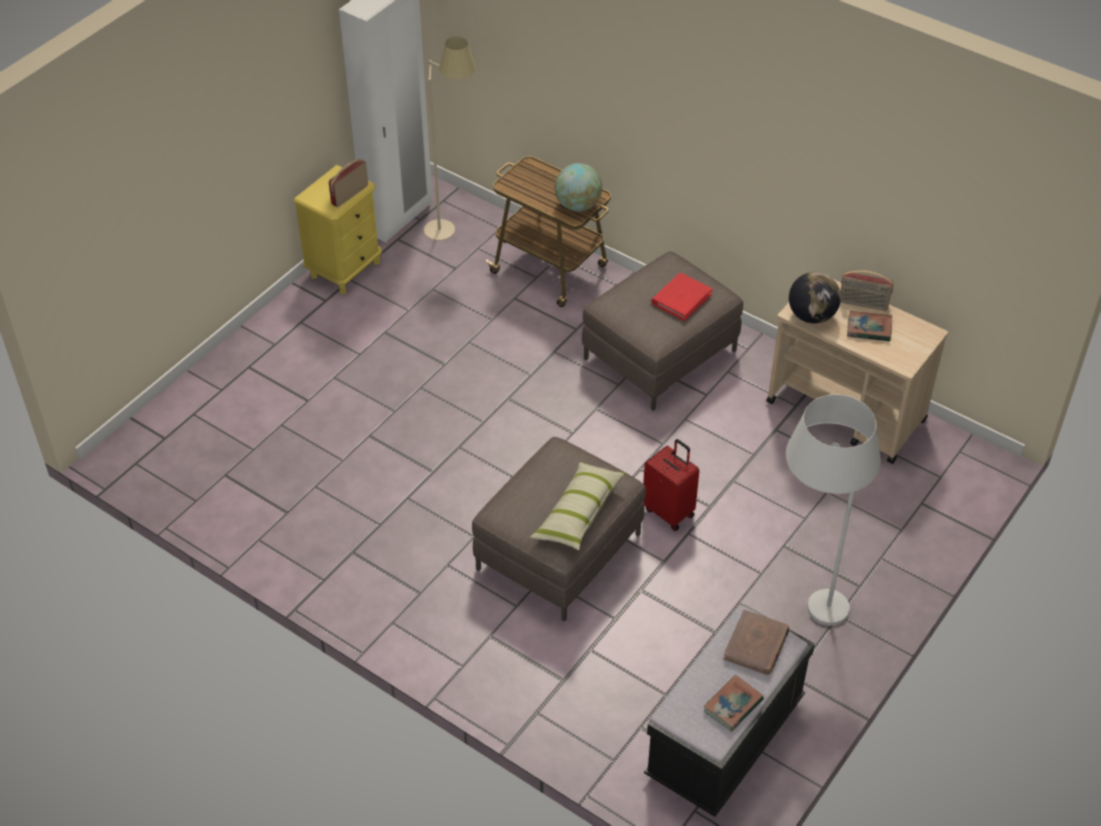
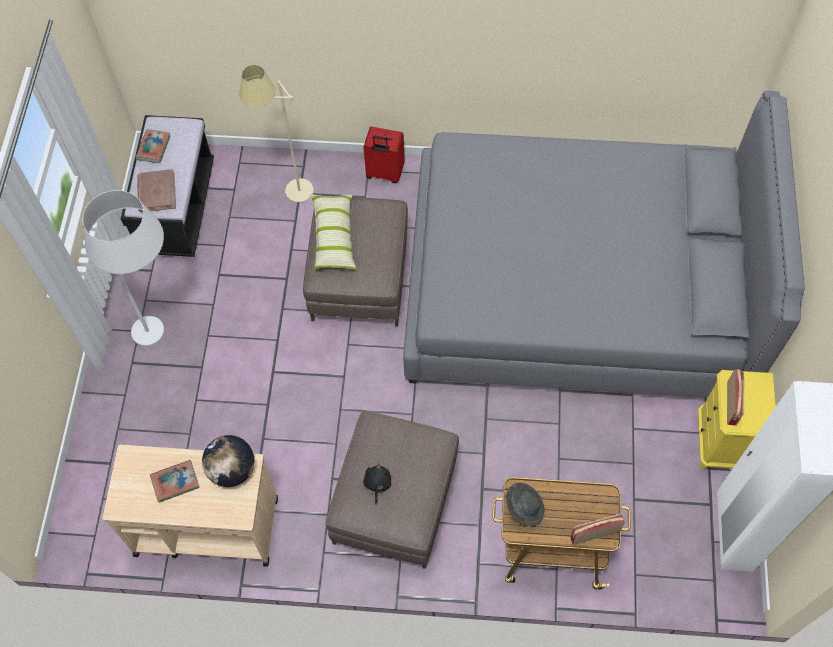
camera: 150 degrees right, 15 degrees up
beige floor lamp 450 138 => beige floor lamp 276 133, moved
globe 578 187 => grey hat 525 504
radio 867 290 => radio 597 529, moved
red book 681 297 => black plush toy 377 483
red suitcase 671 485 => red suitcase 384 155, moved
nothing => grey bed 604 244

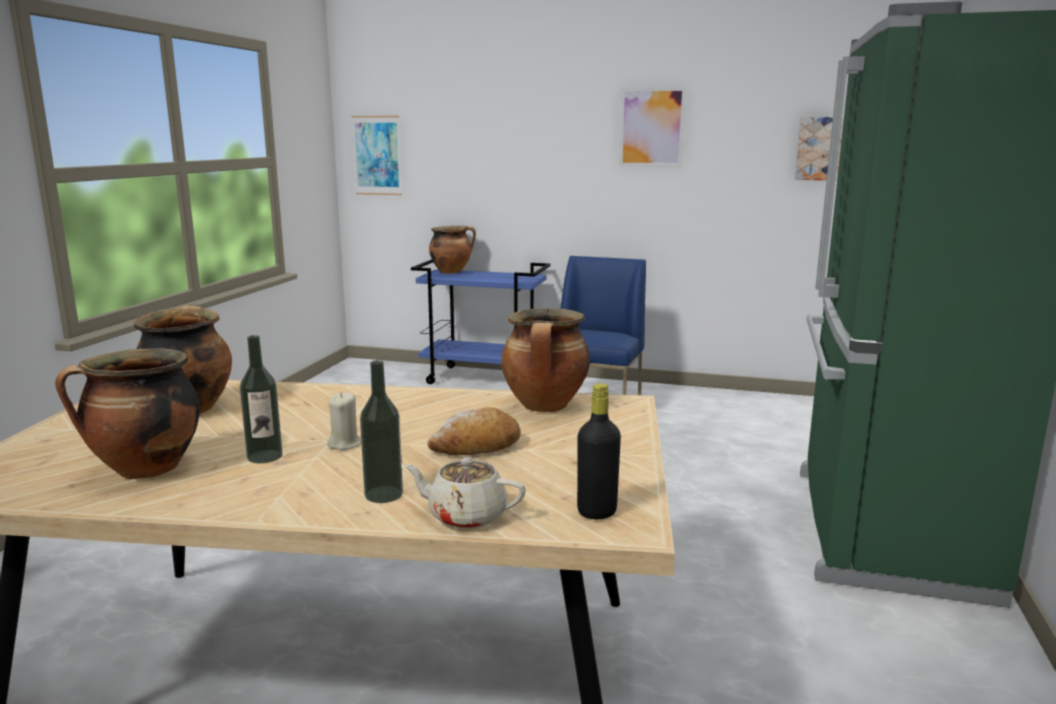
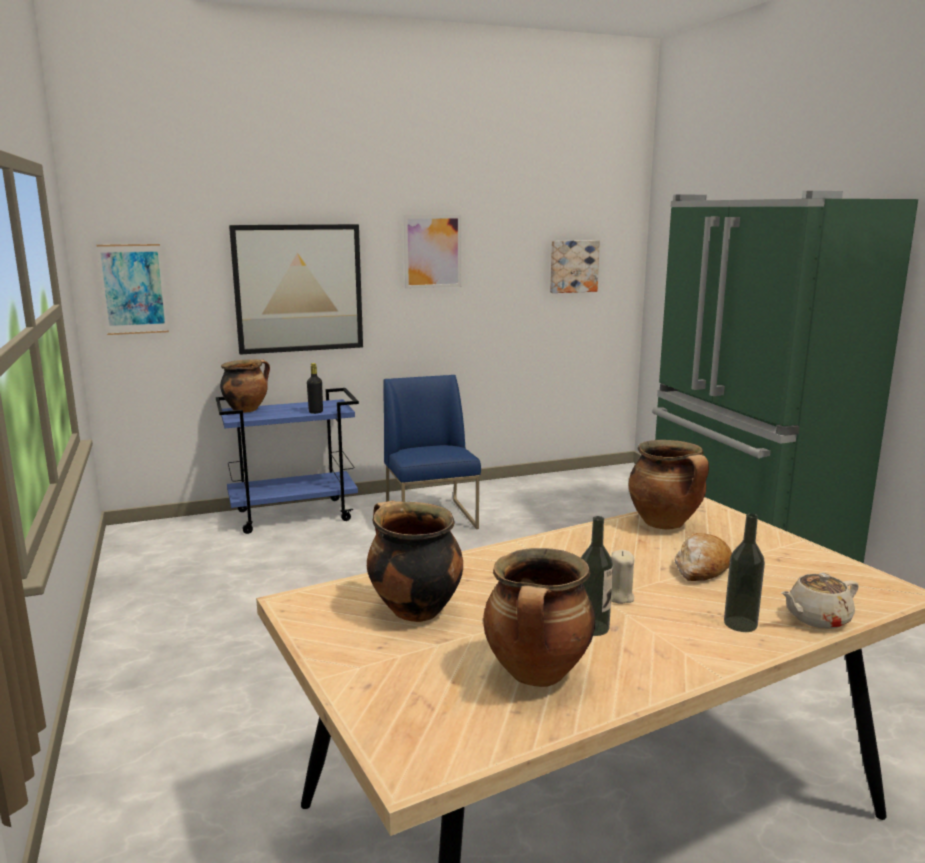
camera: 35 degrees left, 0 degrees up
black bottle 599 451 => black bottle 315 388, moved
nothing => picture 296 289

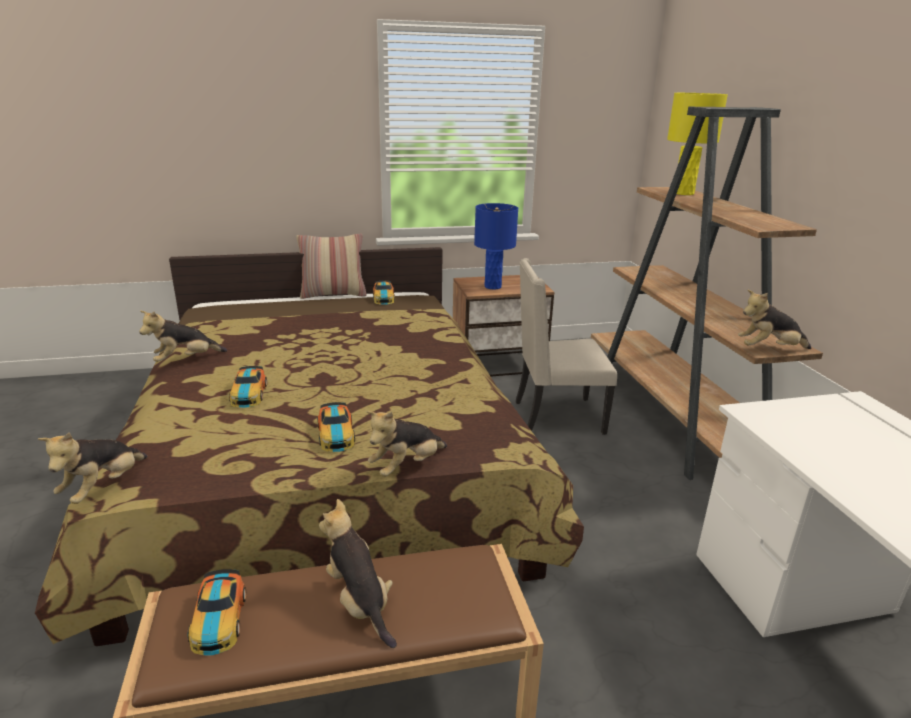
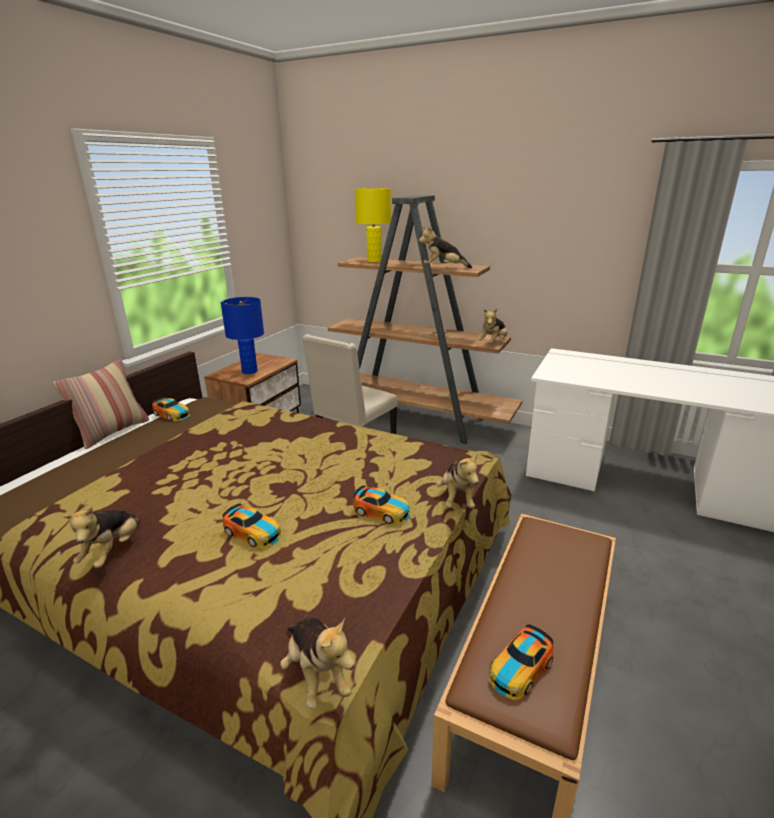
camera: 50 degrees left, 0 degrees up
plush toy 358 573 => plush toy 445 247, moved
toy car 216 612 => toy car 521 662, 105 degrees clockwise

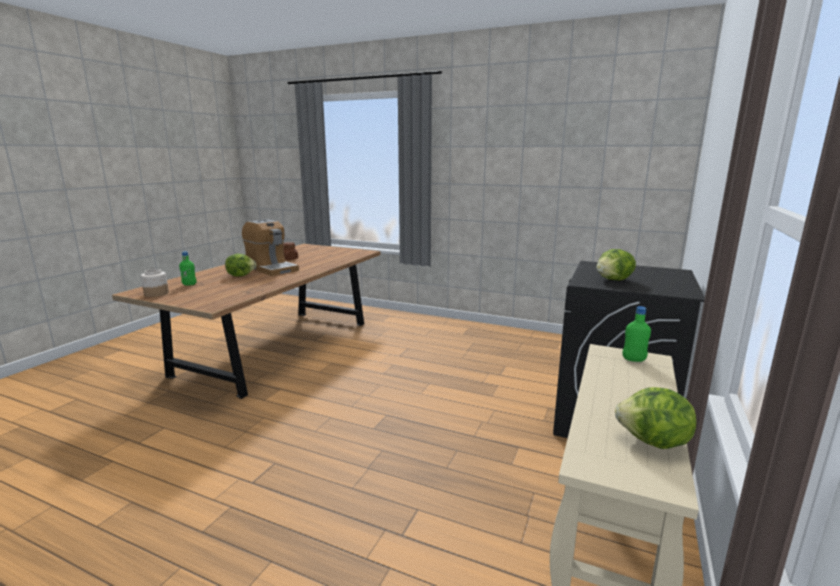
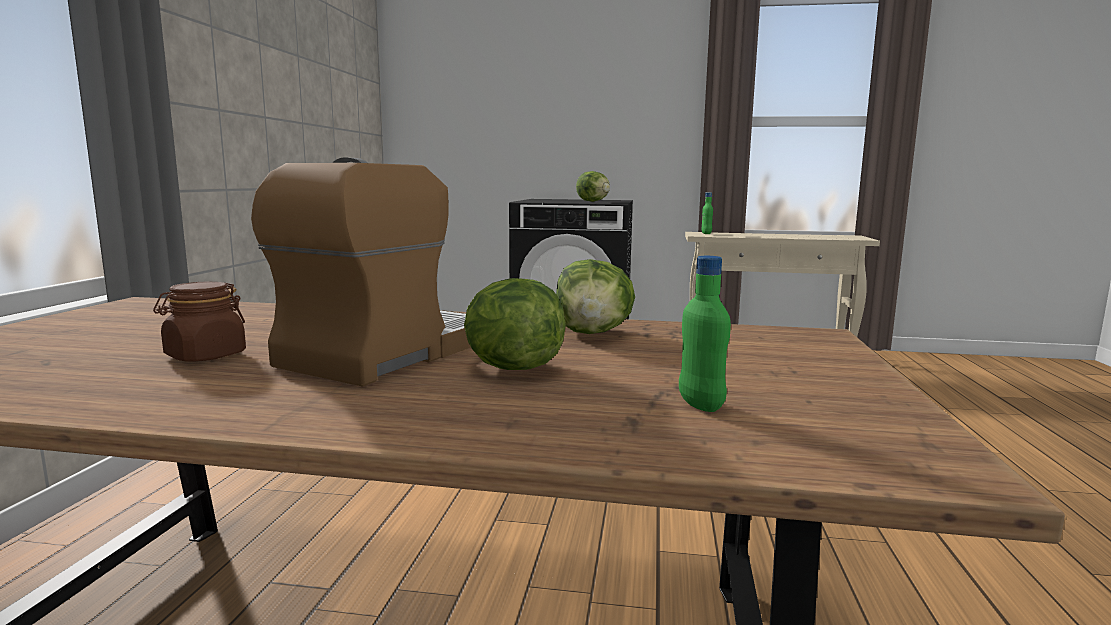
camera: 105 degrees left, 5 degrees down
jar 155 283 => nothing
lettuce 656 418 => lettuce 595 296, moved

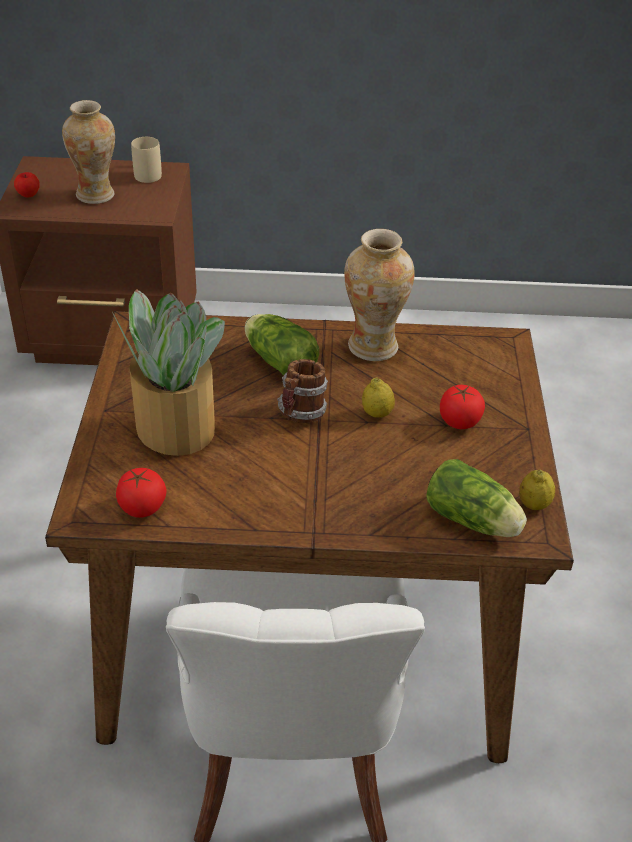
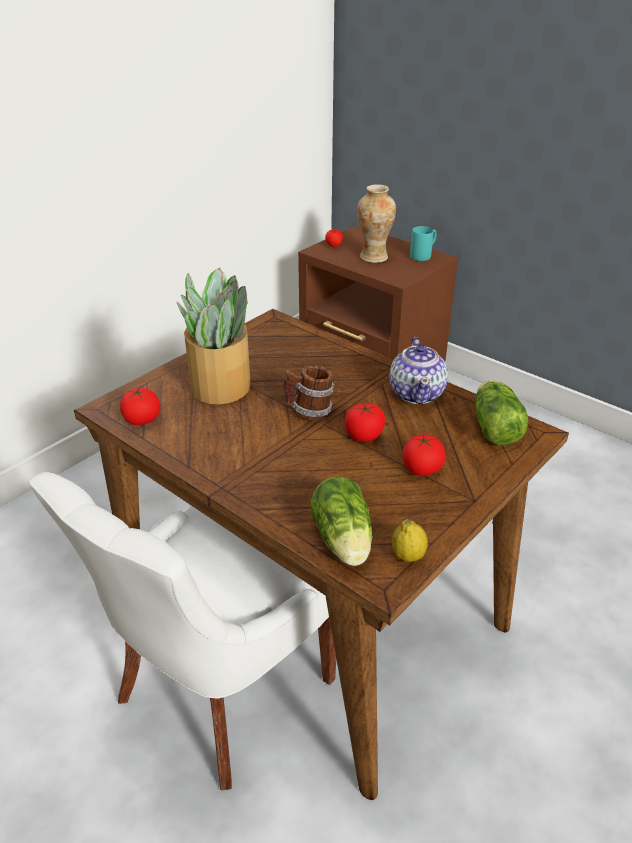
camera: 40 degrees right, 5 degrees down
beige mug 146 160 => turquoise mug 423 243
vase 379 295 => teapot 418 370
lettuce 282 345 => lettuce 502 413, moved
lemon 378 397 => tomato 365 422

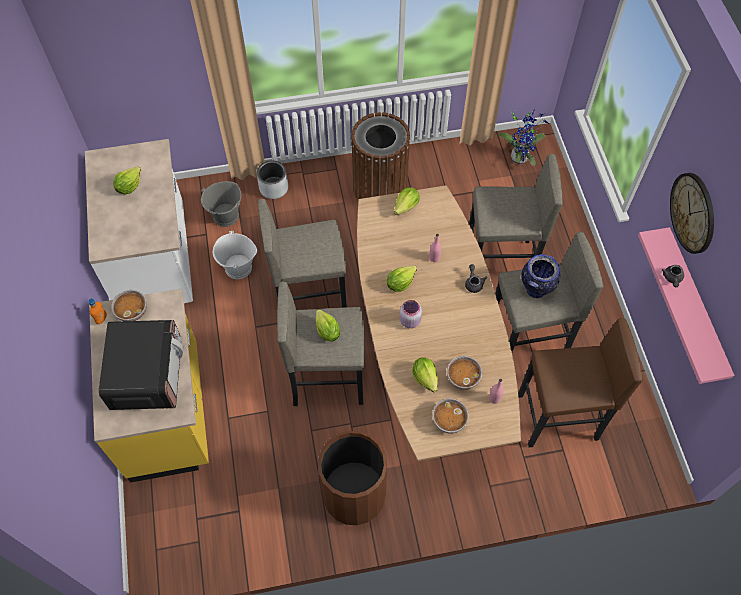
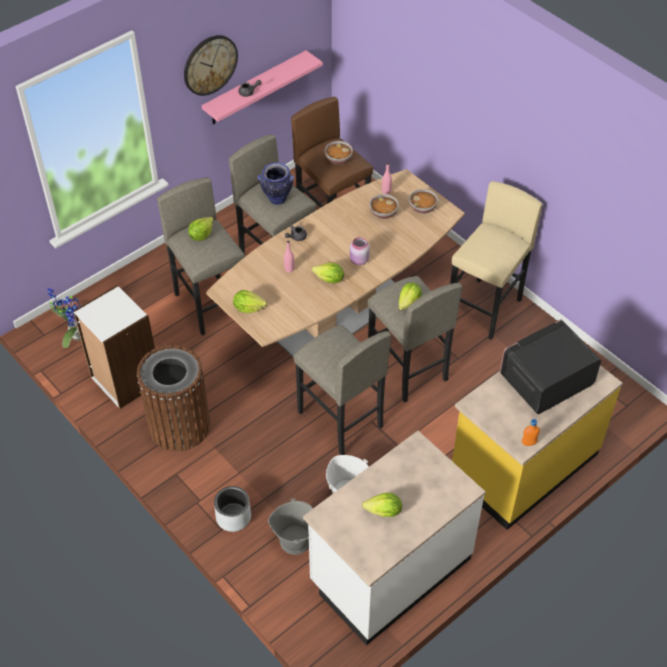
camera: 120 degrees left, 10 degrees down
bowl 129 305 => bowl 339 152, moved
lettuce 425 374 => lettuce 201 229, moved
brown trash can 352 478 => beige stool 496 260
nothing => white bookcase 114 347

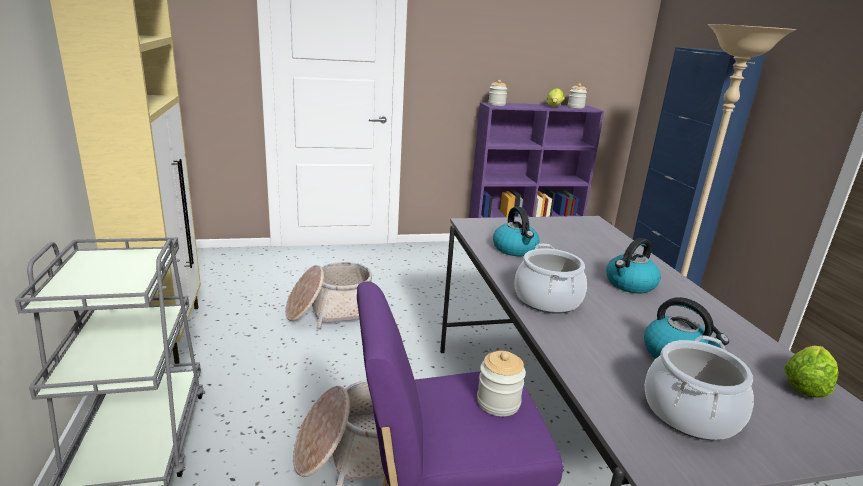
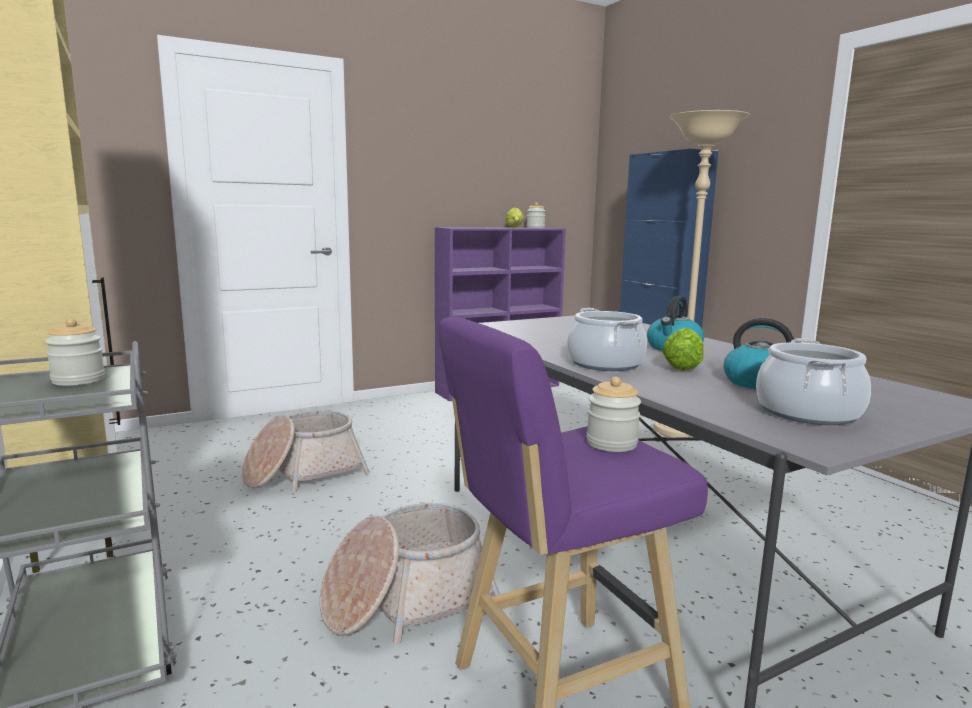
camera: 15 degrees left, 10 degrees down
jar 497 93 => jar 75 352, moved
kettle 516 231 => nothing
lettuce 811 371 => lettuce 683 349, moved

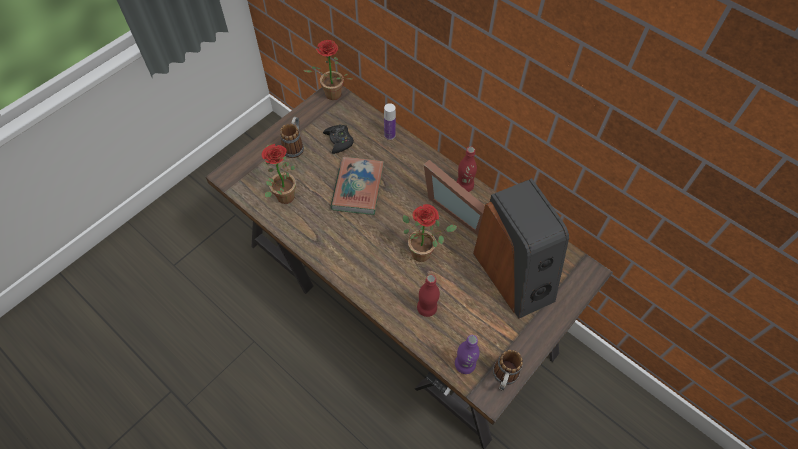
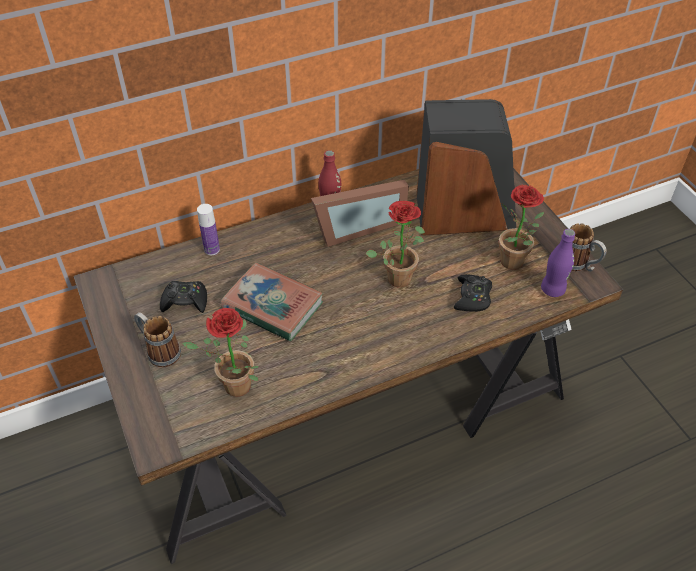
camera: 65 degrees left, 10 degrees down
potted plant 328 70 => potted plant 521 227, moved
red bottle 428 295 => black game controller 473 293

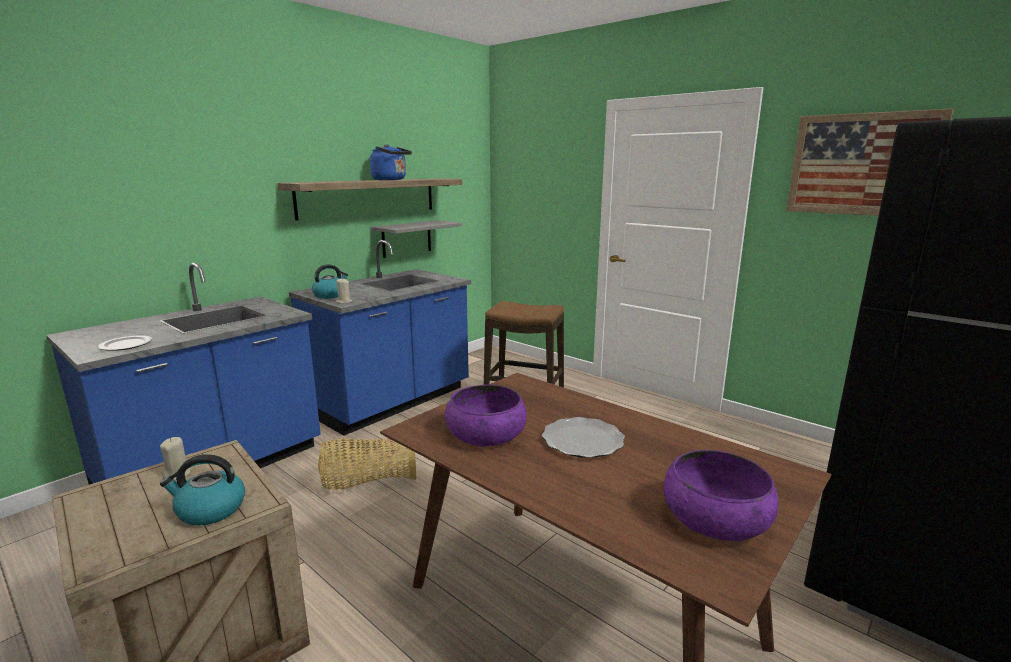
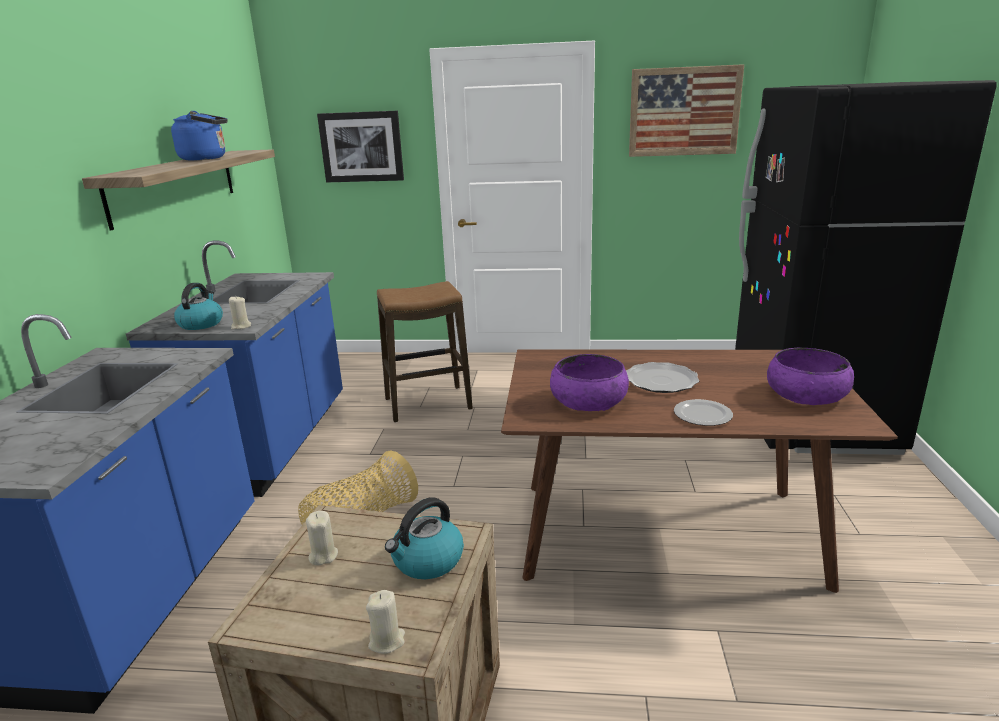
camera: 35 degrees left, 5 degrees up
grey shelf 416 239 => nothing
plate 125 343 => plate 703 412, moved
nothing => picture 360 146
nothing => beige candle 385 622

